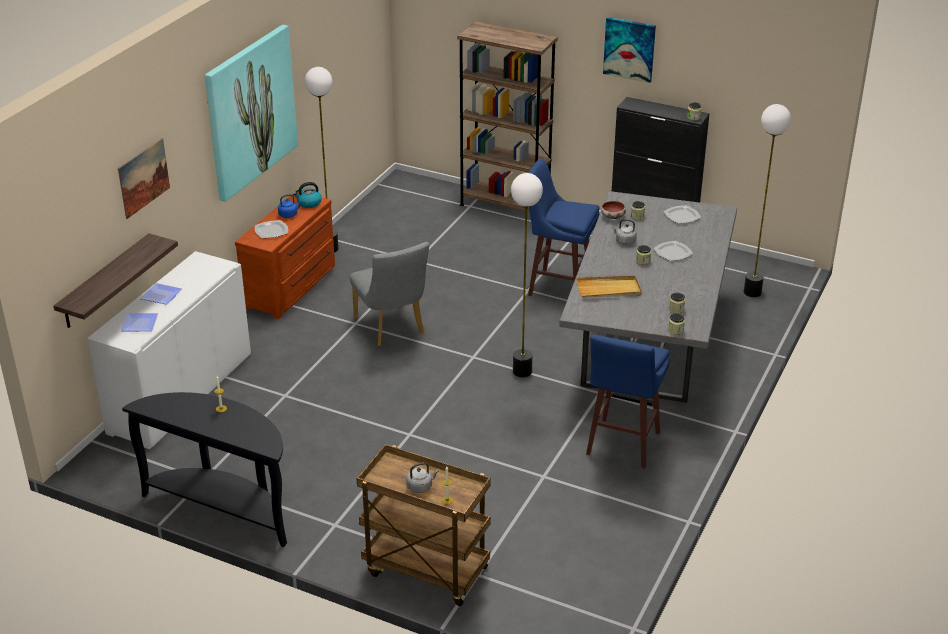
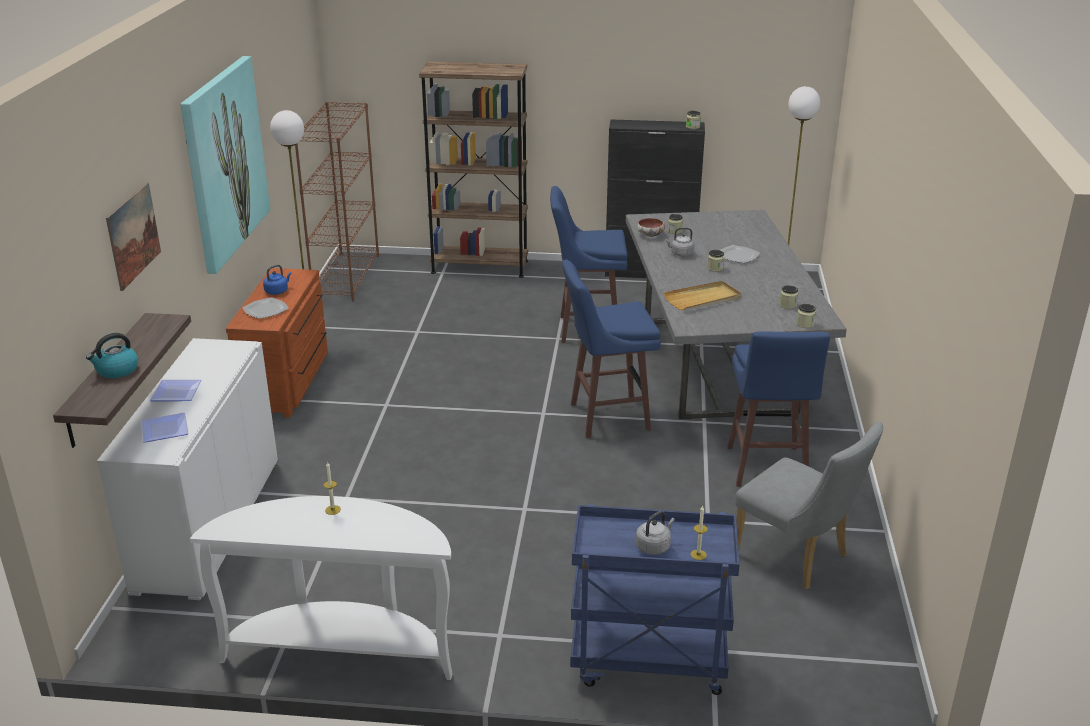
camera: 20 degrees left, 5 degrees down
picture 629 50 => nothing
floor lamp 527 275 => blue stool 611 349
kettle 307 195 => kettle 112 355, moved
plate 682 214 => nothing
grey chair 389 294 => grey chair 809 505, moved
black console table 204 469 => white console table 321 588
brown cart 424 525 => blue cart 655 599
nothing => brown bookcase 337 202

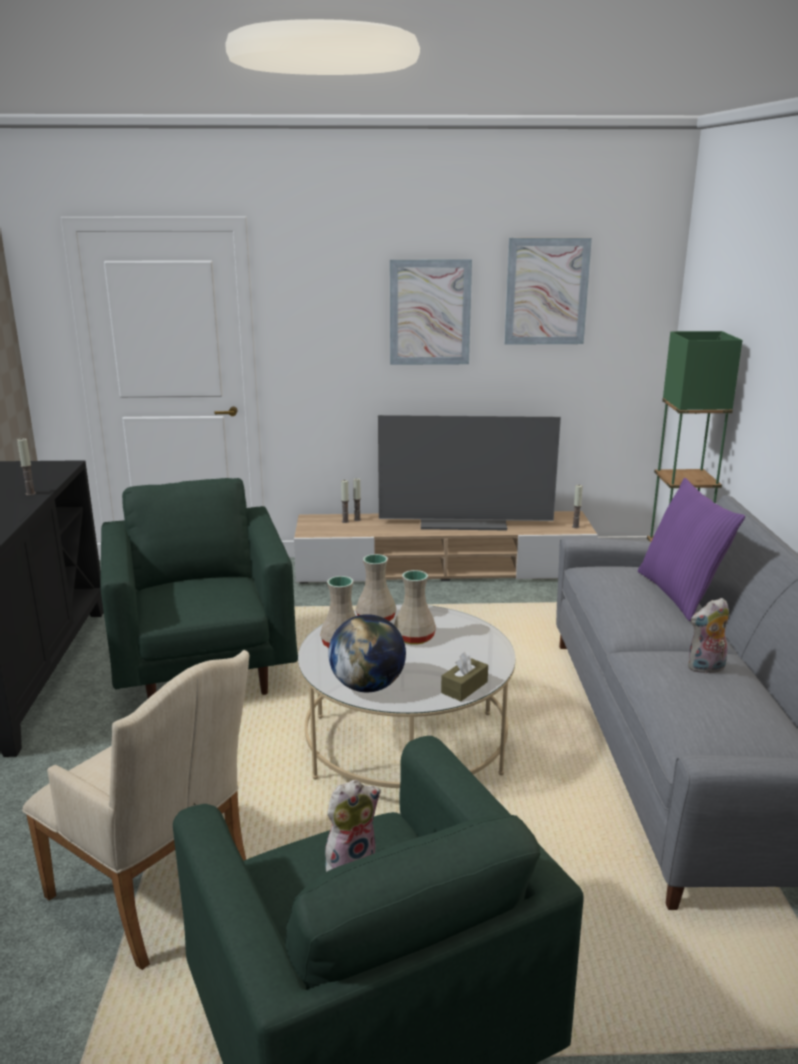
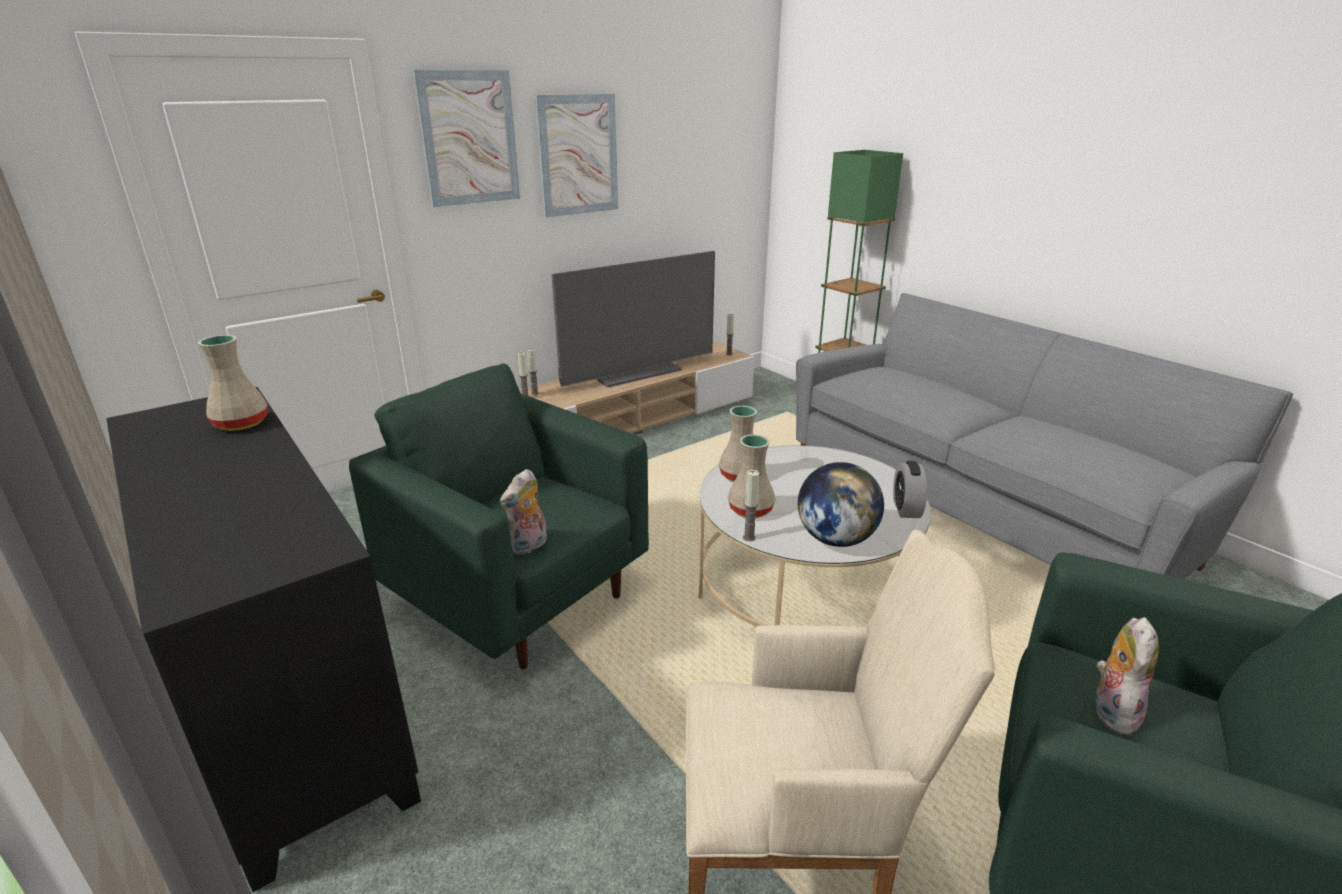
camera: 35 degrees left, 5 degrees up
picture 548 291 => picture 466 138, moved
candle 26 466 => candle 751 505, moved
purple pillow 691 549 => nothing
beige vase 415 607 => beige vase 233 383, moved
plush toy 708 636 => plush toy 523 512, moved
brown tissue box 464 676 => alarm clock 910 489

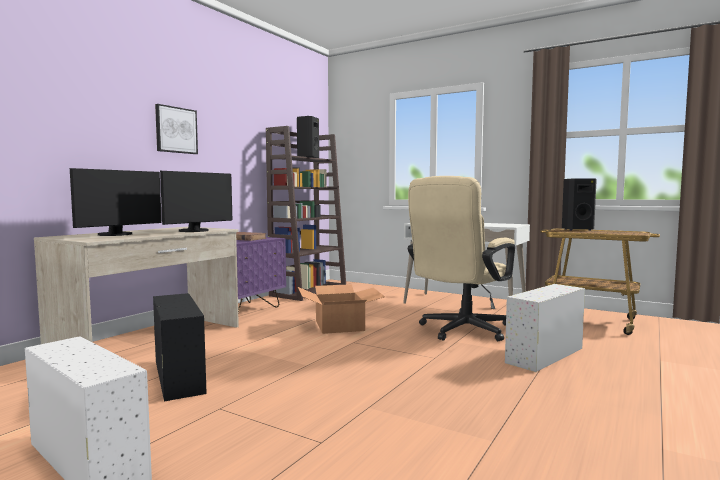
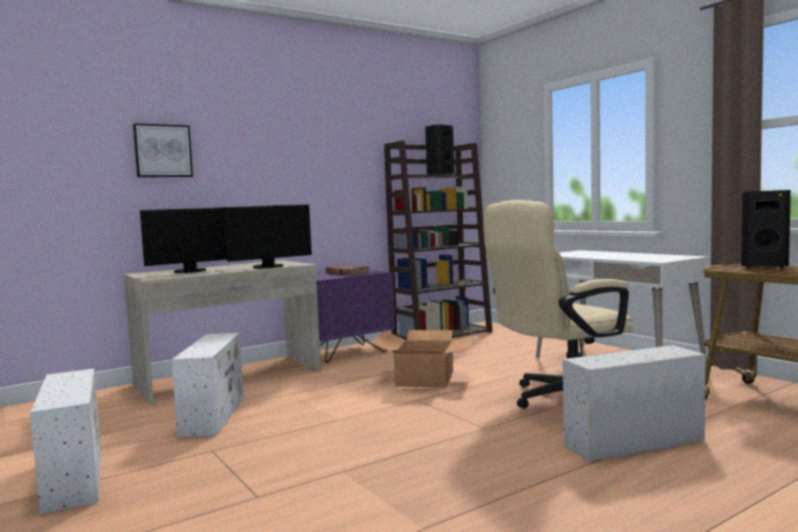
camera: 25 degrees right, 0 degrees up
picture 176 129 => picture 163 150, moved
black storage box 180 347 => white storage box 208 385

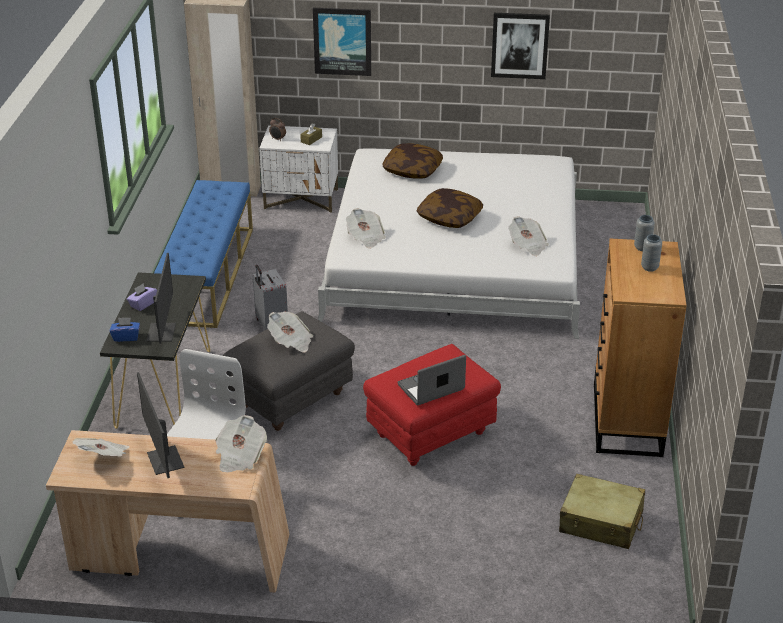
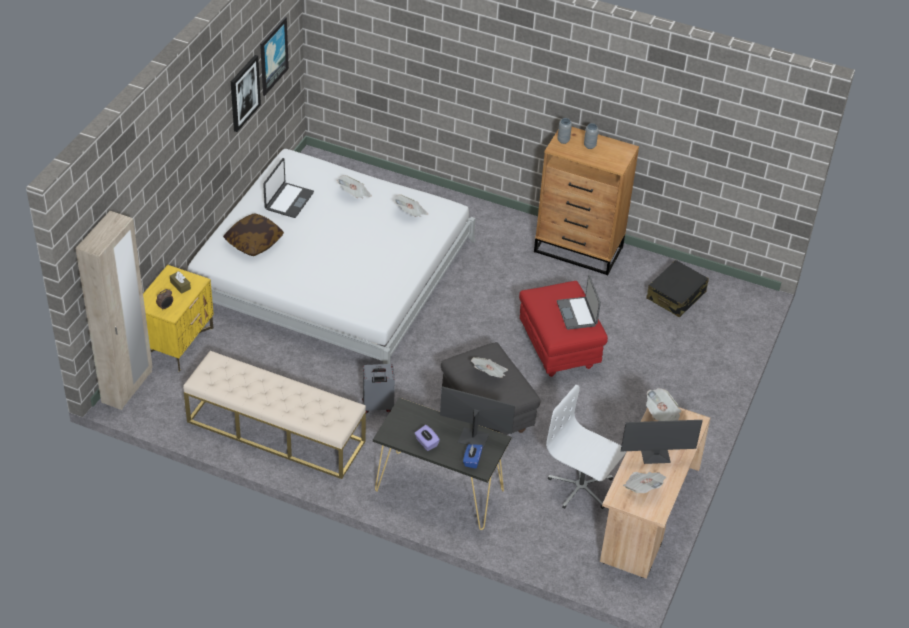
camera: 75 degrees left, 10 degrees up
picture 342 42 => picture 274 56, moved
white nightstand 298 169 => yellow nightstand 178 318
blue bench 203 254 => beige bench 274 415
pillow 450 208 => nothing
newspaper 366 228 => newspaper 354 186, moved
beige suitcase 602 511 => black suitcase 677 288
nothing => laptop 288 188

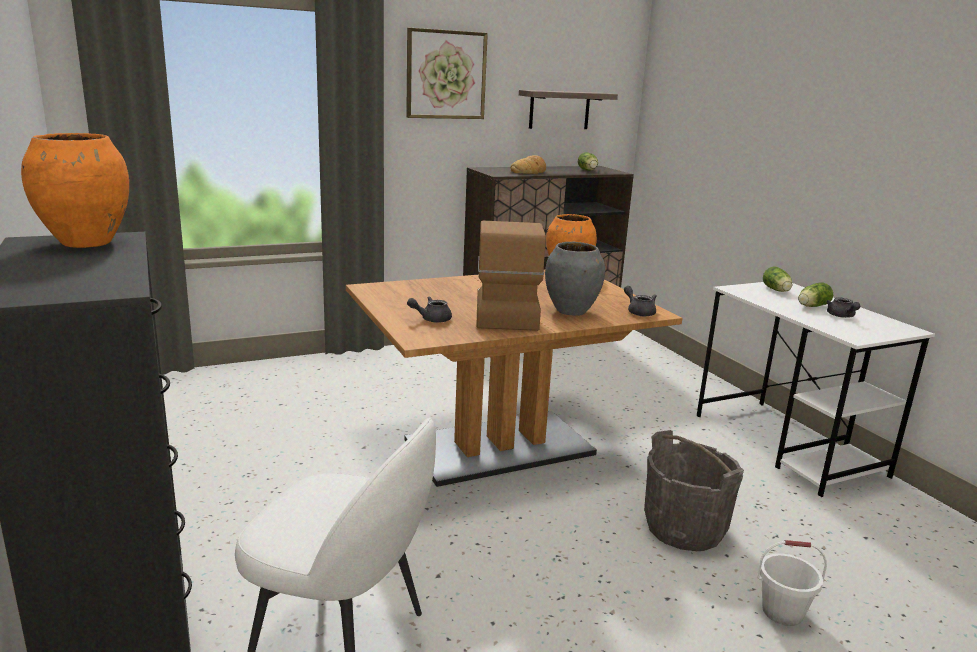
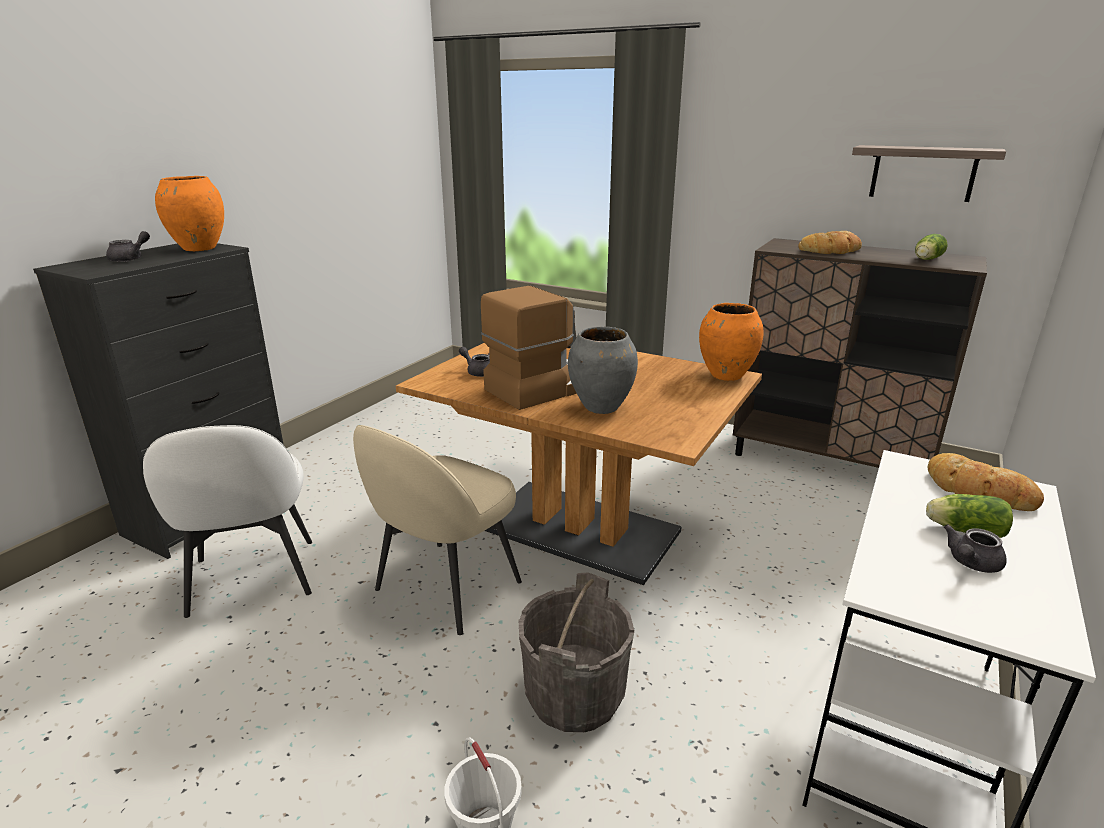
camera: 55 degrees right, 5 degrees up
picture 447 73 => nothing
lettuce 777 279 => bread 986 482
grey teapot 640 301 => grey teapot 128 246, moved
nothing => beige chair 437 530

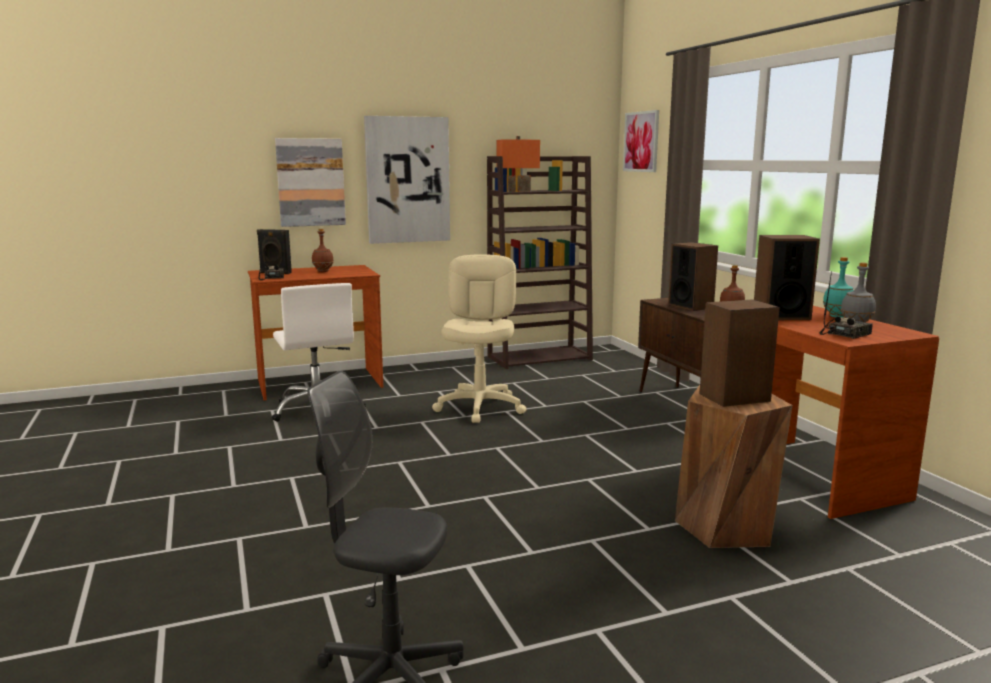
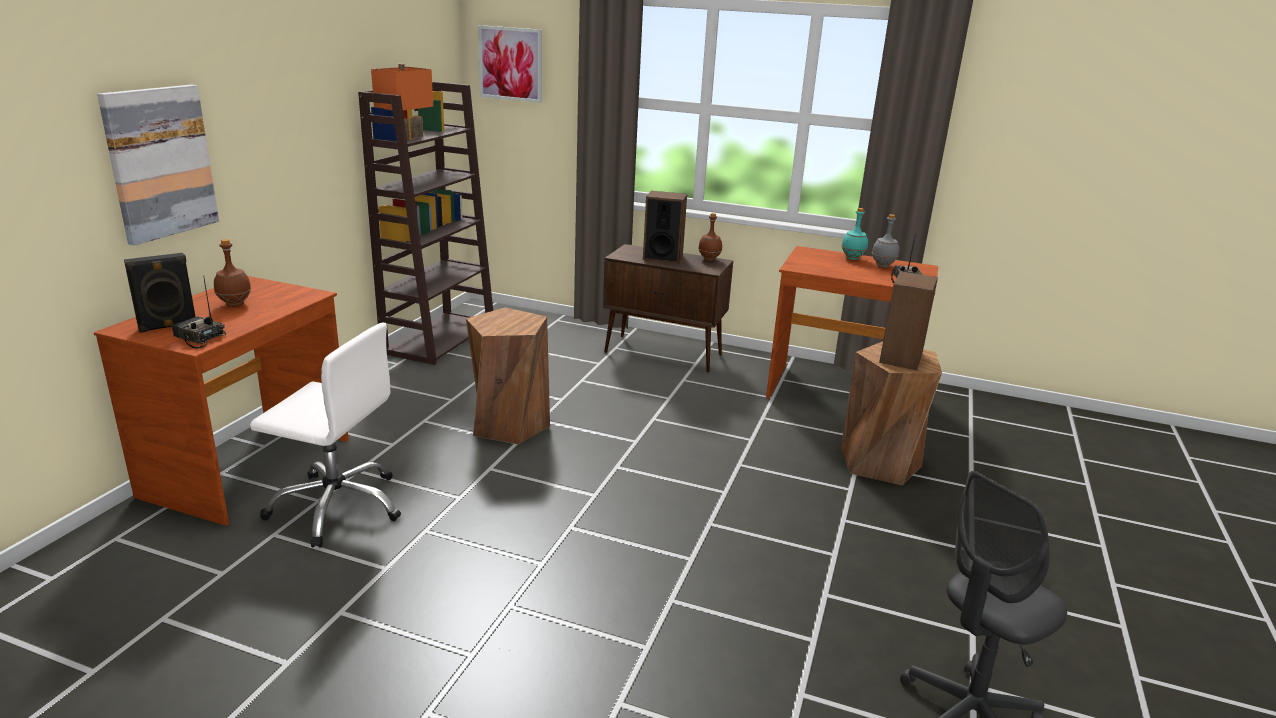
camera: 50 degrees left, 10 degrees up
picture 407 180 => nothing
speaker 787 277 => nothing
beige office chair 479 338 => brown stool 508 376

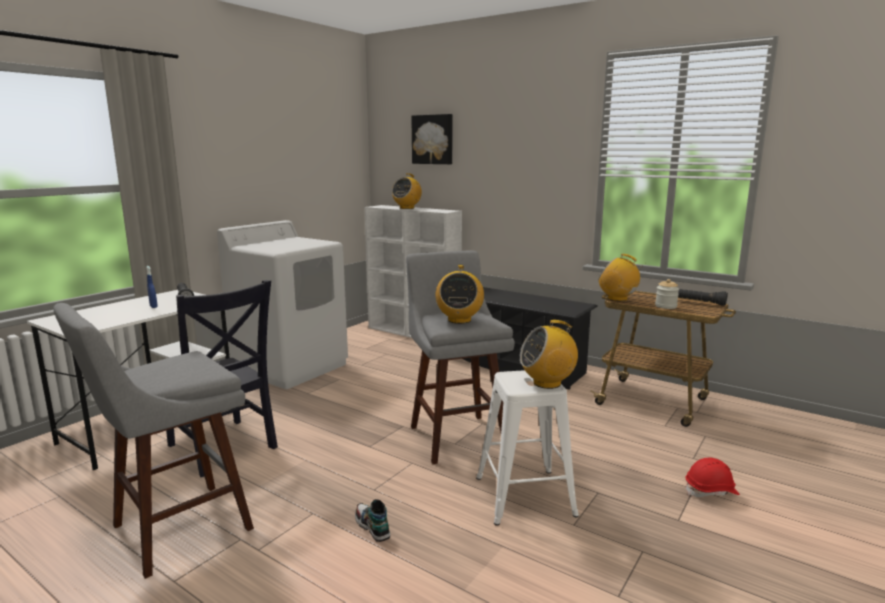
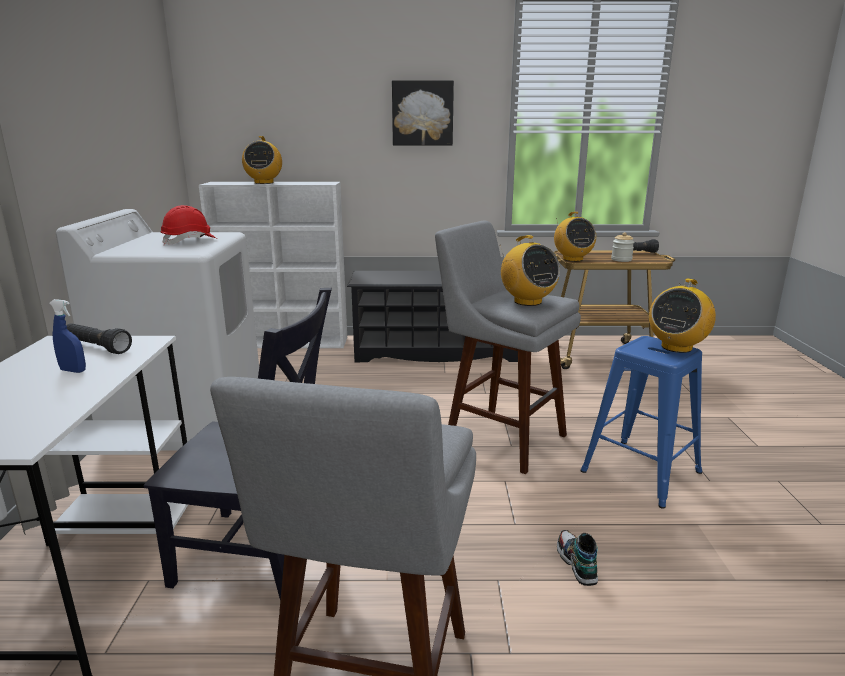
camera: 35 degrees left, 5 degrees up
picture 432 139 => picture 423 113, moved
radio 621 277 => radio 575 237, 105 degrees counterclockwise
white stool 527 448 => blue stool 641 422
red hard hat 713 477 => red hard hat 188 225, moved
shoe 372 520 => shoe 577 558, 60 degrees clockwise

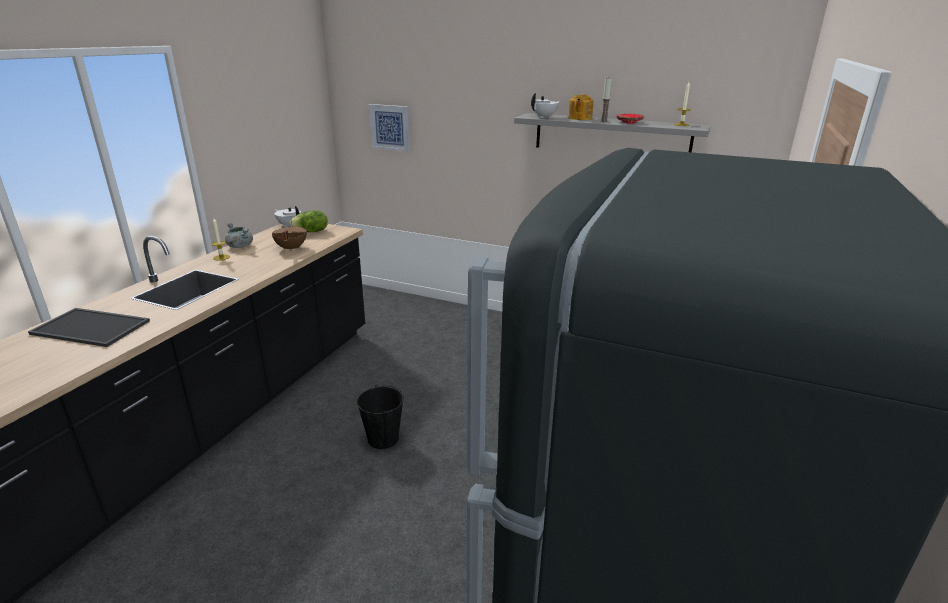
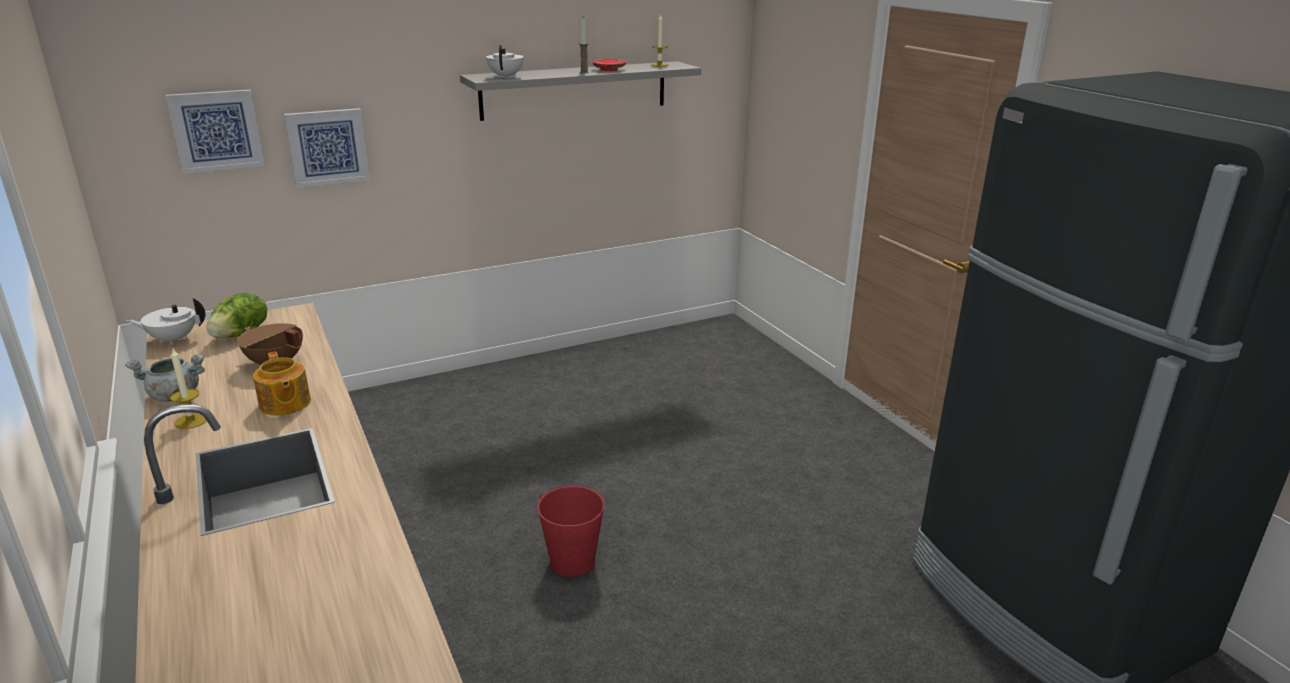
camera: 50 degrees left, 0 degrees up
teapot 581 107 => teapot 282 383, moved
tray 89 327 => nothing
black bucket 380 417 => red bucket 571 530
nothing => picture 327 148

